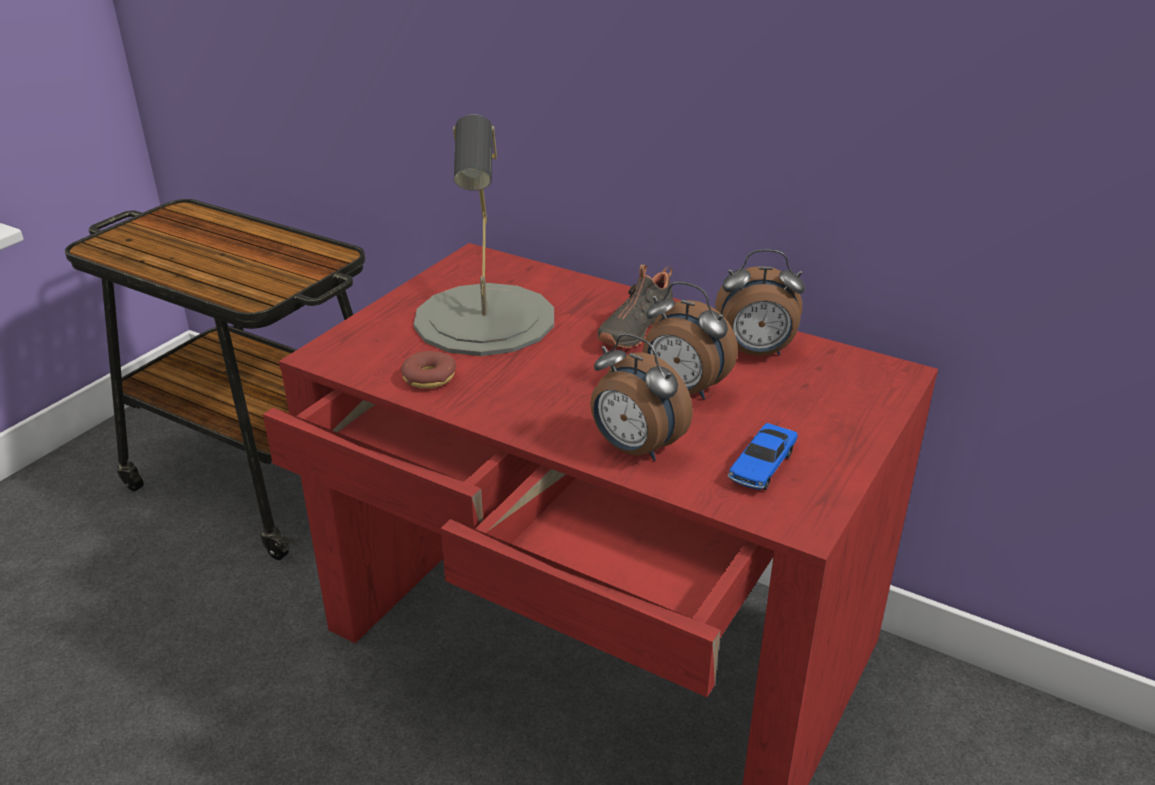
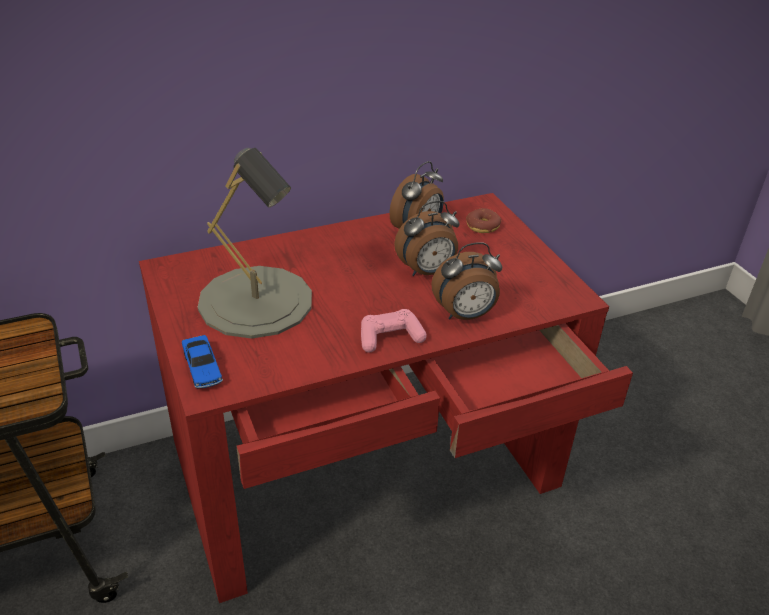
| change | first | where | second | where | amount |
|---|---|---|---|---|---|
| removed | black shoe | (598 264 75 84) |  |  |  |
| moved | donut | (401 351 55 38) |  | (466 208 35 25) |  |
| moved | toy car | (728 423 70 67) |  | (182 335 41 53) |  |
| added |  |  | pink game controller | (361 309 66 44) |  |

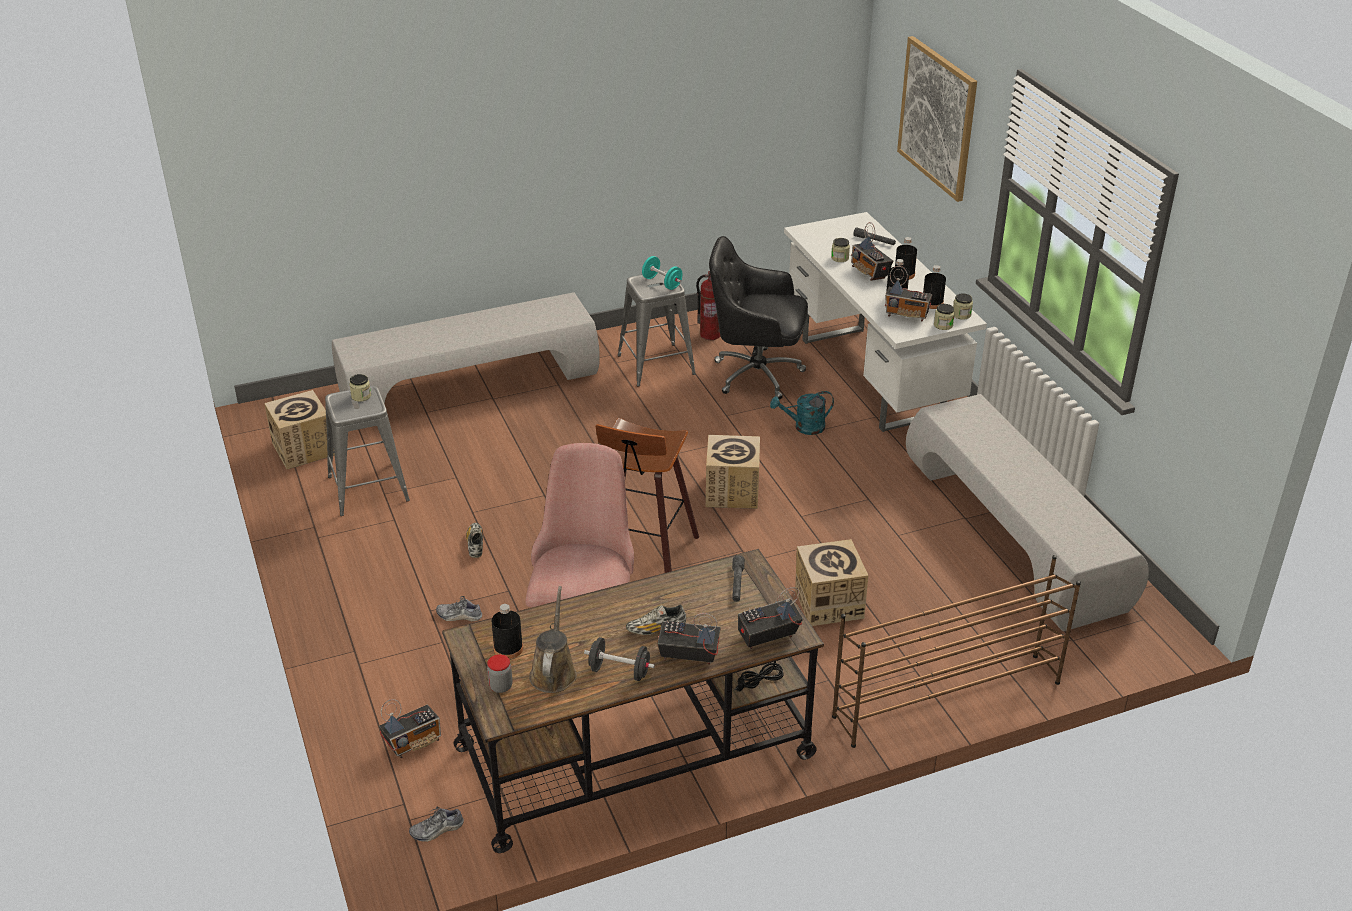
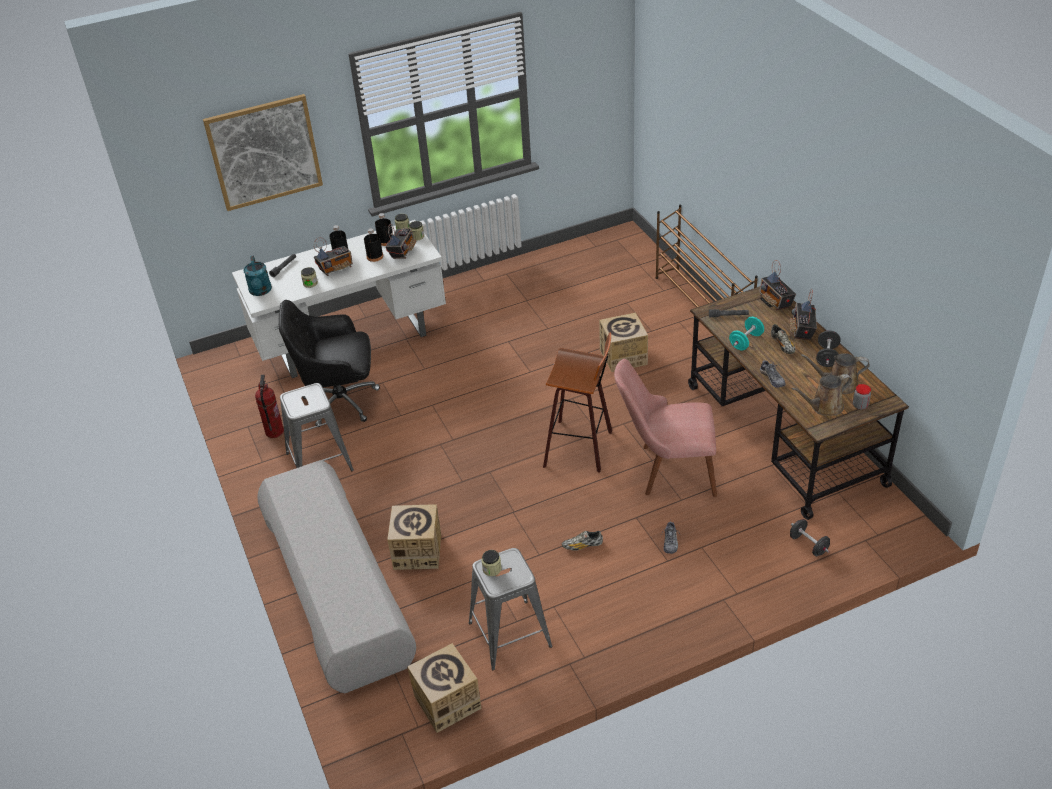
| change | first | where | second | where | amount |
|---|---|---|---|---|---|
| turned | black office chair | (709 236 99 164) |  | (279 300 101 127) | 75 degrees clockwise |
| moved | turquoise dumbbell | (642 256 40 34) |  | (729 317 35 33) |  |
| moved | turquoise watering can | (770 391 64 44) |  | (243 256 29 40) |  |
| removed | grey bench | (906 394 243 237) |  |  |  |
| moved | cardboard box | (706 435 54 74) |  | (387 504 54 66) |  |
| replaced | black bottle | (492 604 31 55) | brown watering can | (792 374 60 42) |  |
| replaced | radio | (379 699 62 59) | black dumbbell | (790 519 40 37) |  |
| moved | shoe | (409 806 55 36) |  | (760 360 26 28) |  |

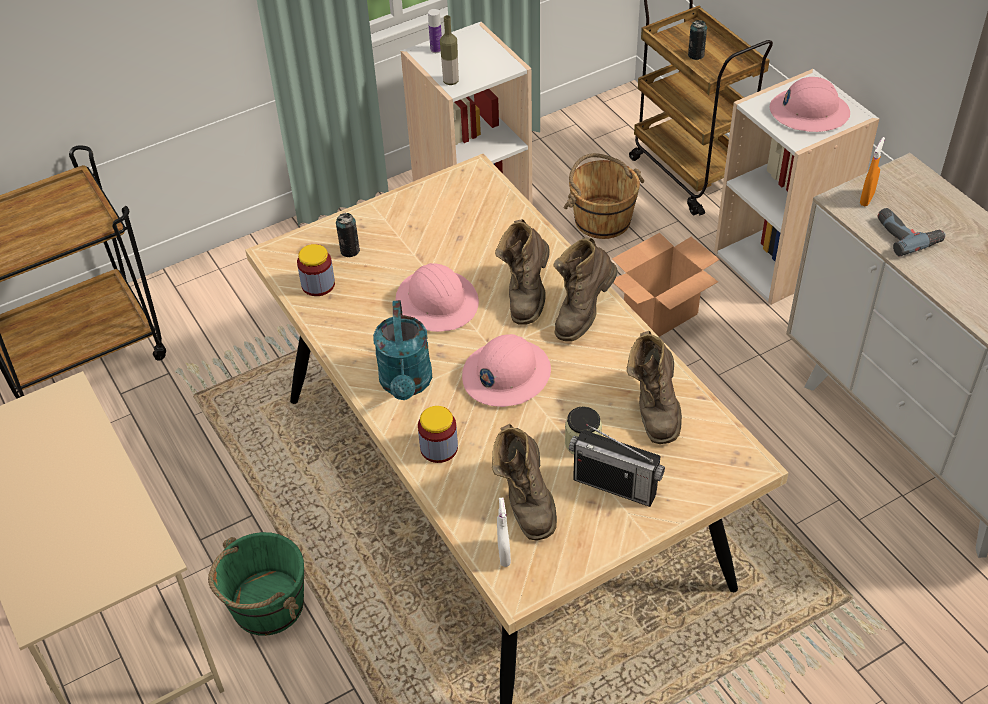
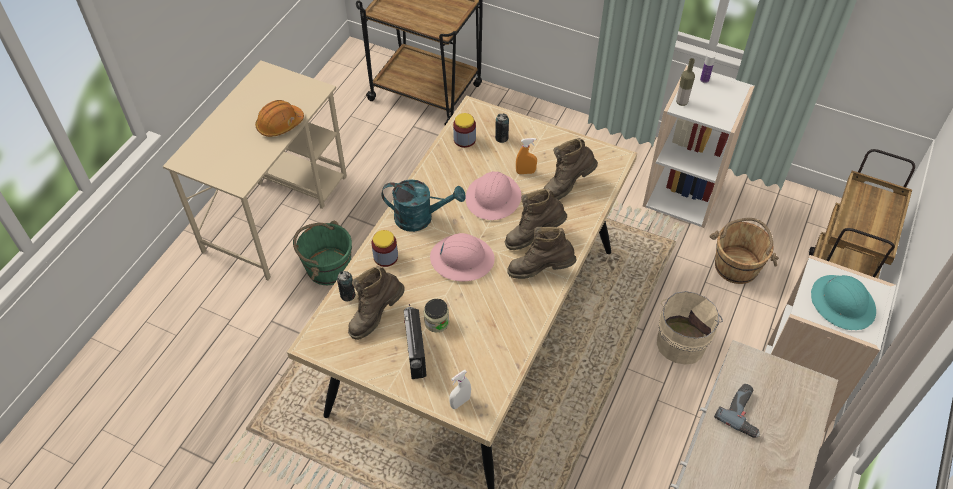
| change | first | where | second | where | amount |
|---|---|---|---|---|---|
| moved | can | (688 20 19 40) |  | (337 271 18 30) |  |
| recoloured | pink hard hat | (769 77 81 55) | turquoise hard hat | (811 275 65 55) |  |
| moved | orange spray bottle | (860 137 25 69) |  | (516 138 21 36) |  |
| replaced | cardboard box | (612 233 108 104) | beige bucket | (657 291 66 74) |  |
| turned | turquoise watering can | (373 300 59 100) |  | (382 179 84 53) | 135 degrees counterclockwise |
| moved | brown boot | (627 331 55 113) |  | (544 138 54 62) |  |
| moved | white spray bottle | (497 498 14 69) |  | (449 370 22 39) |  |
| added |  |  | orange hard hat | (255 100 49 37) |  |

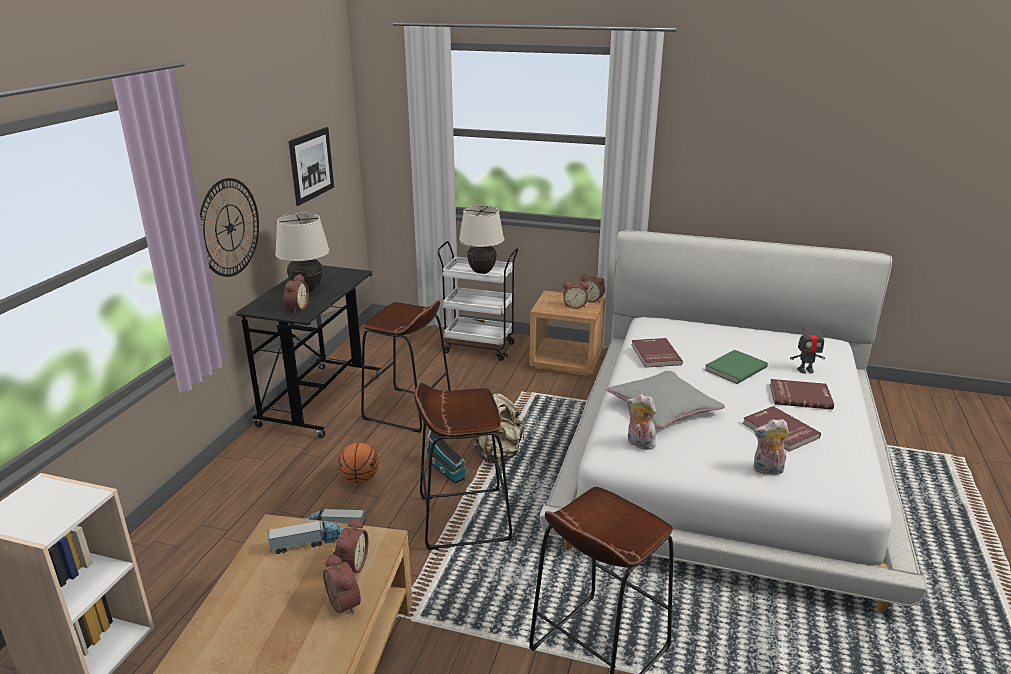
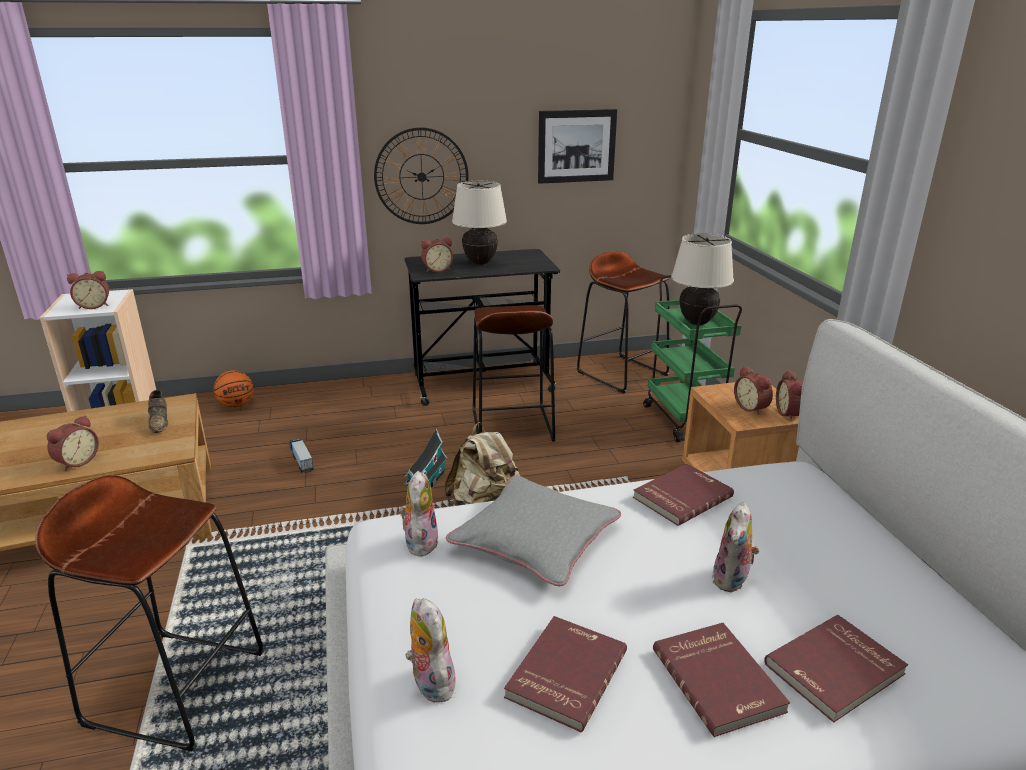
| change | first | where | second | where | amount |
|---|---|---|---|---|---|
| recoloured | white cart | (438 241 80 120) | green cart | (643 275 99 167) |  |
| replaced | toy robot | (790 328 36 46) | red book | (764 615 144 108) |  |
| replaced | green book | (705 350 63 34) | plush toy | (712 502 48 90) |  |
| moved | brown stool | (414 383 98 167) |  | (577 251 92 142) |  |
| moved | basketball | (338 443 41 40) |  | (214 370 40 38) |  |
| moved | alarm clock | (333 517 35 56) |  | (67 271 42 38) |  |
| replaced | toy truck | (268 519 76 35) | brown shoe | (148 390 20 43) |  |

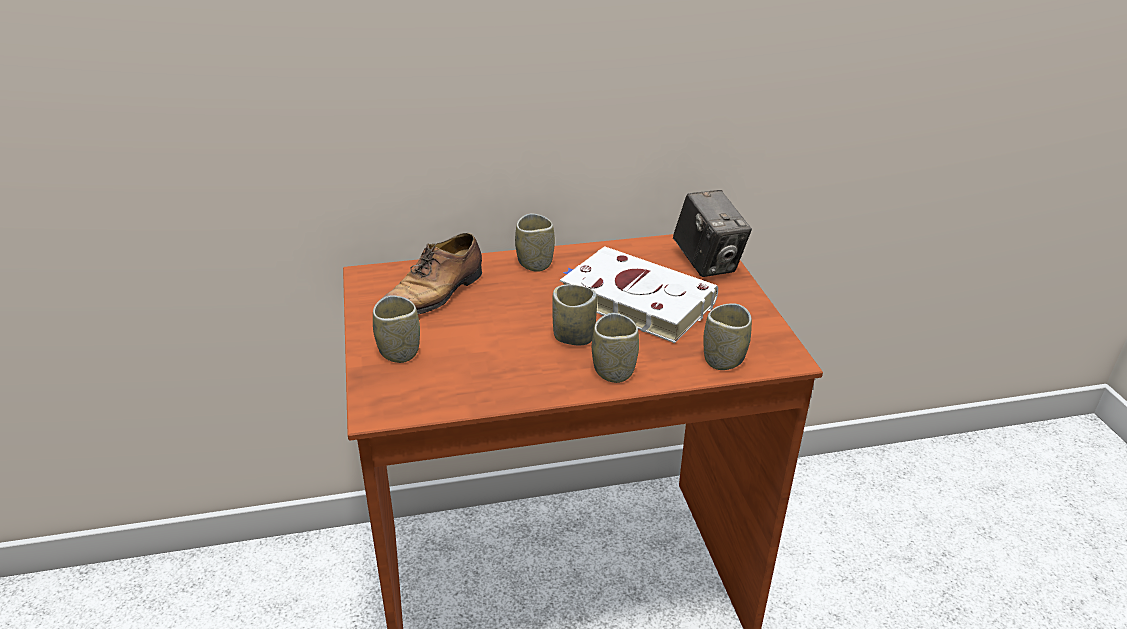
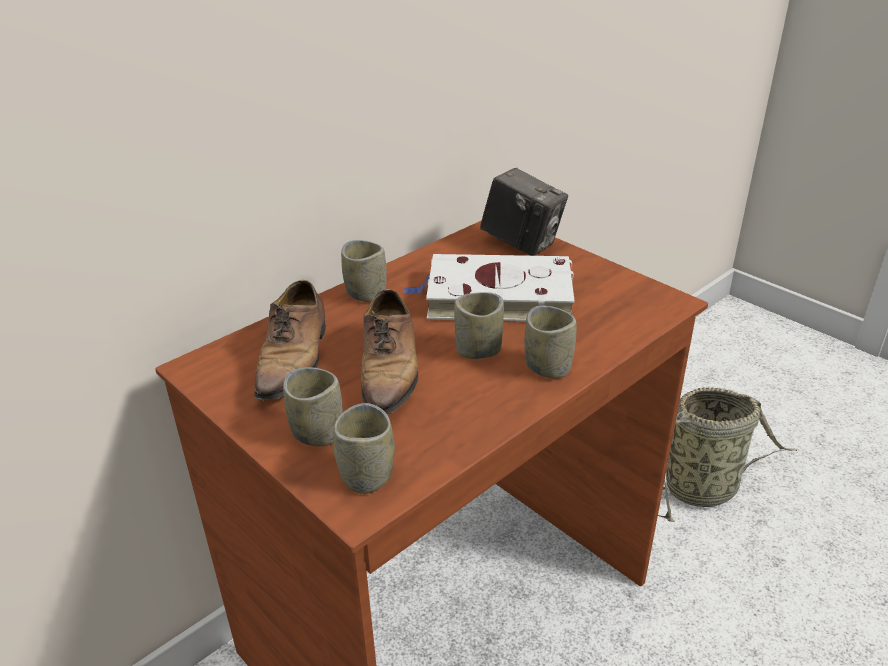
| change | first | where | second | where | amount |
|---|---|---|---|---|---|
| moved | cup | (704 303 48 67) |  | (333 403 62 91) |  |
| added |  |  | shoe | (361 289 57 125) |  |
| added |  |  | basket | (658 387 139 135) |  |

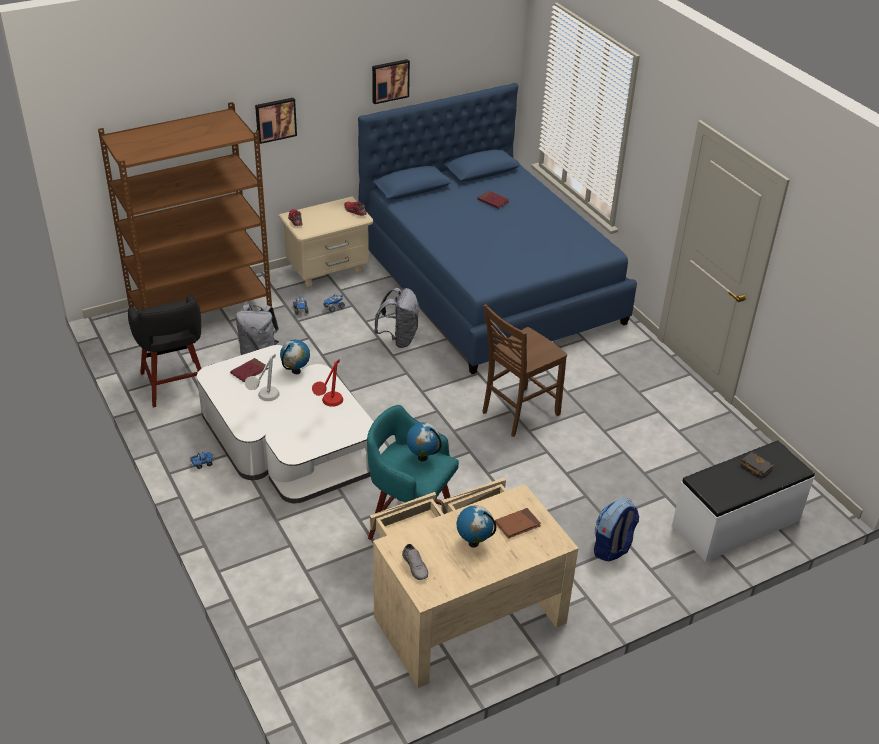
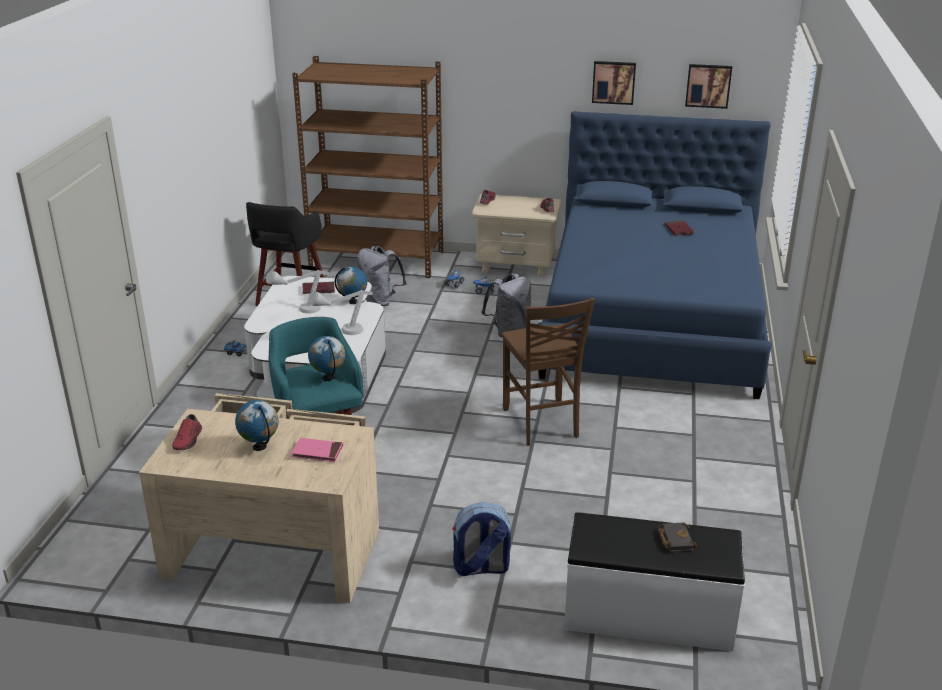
| change | first | where | second | where | amount |
|---|---|---|---|---|---|
| moved | picture | (255 98 42 46) |  | (685 64 47 45) |  |
| turned | brown chair | (482 304 85 133) |  | (502 298 93 148) | 105 degrees counterclockwise |
| recoloured | red table lamp | (312 359 31 48) | grey table lamp | (308 290 65 45) |  |
| recoloured | brown book | (495 508 46 31) | pink book | (291 438 52 24) |  |
| recoloured | grey shoe | (402 544 26 36) | red shoe | (172 414 30 36) |  |

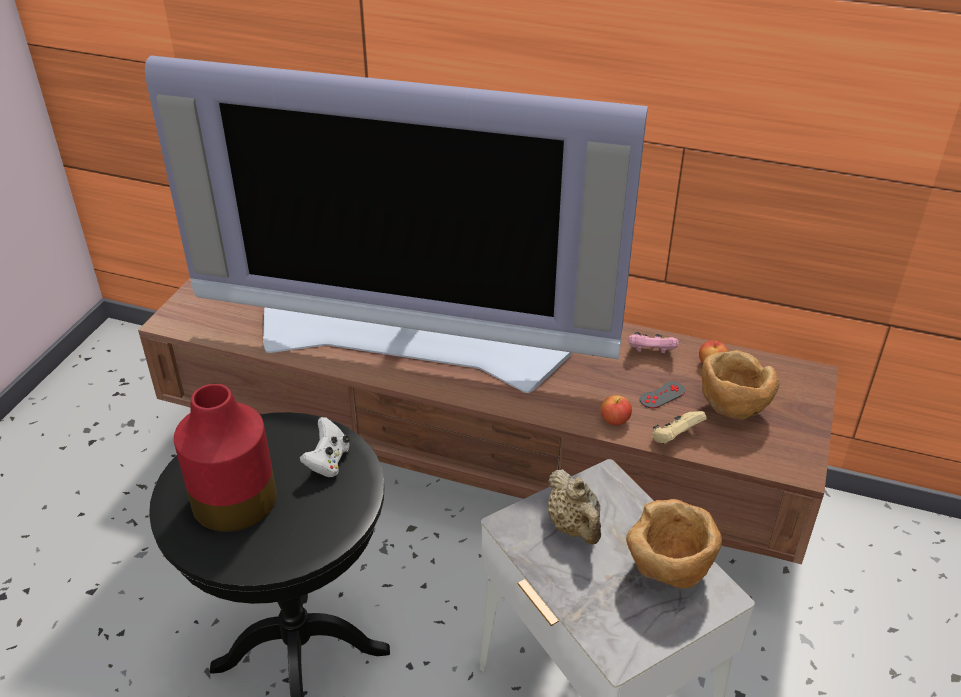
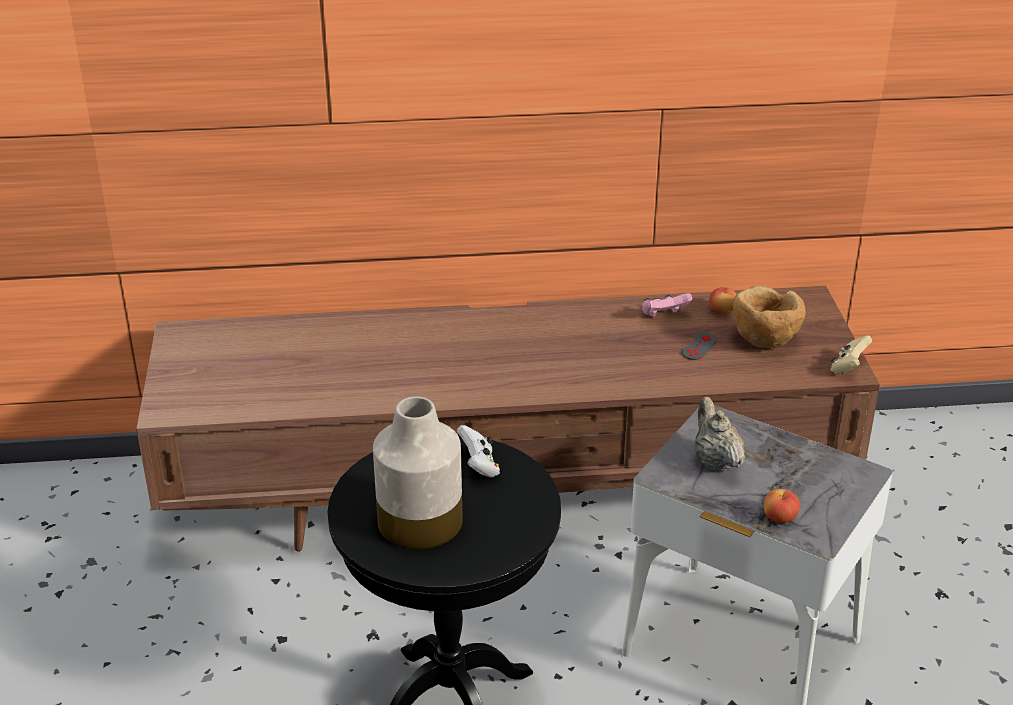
| change | first | where | second | where | amount |
|---|---|---|---|---|---|
| removed | television | (145 56 503 337) |  |  |  |
| recoloured | red vase | (174 384 103 148) | beige vase | (373 396 90 153) |  |
| moved | apple | (601 395 31 30) |  | (763 489 37 35) |  |
| moved | beige game controller | (652 411 54 33) |  | (830 335 42 40) |  |
| turned | beige teapot | (548 469 53 76) |  | (694 396 51 76) | 150 degrees counterclockwise |
| removed | brown bowl | (626 499 96 89) |  |  |  |

